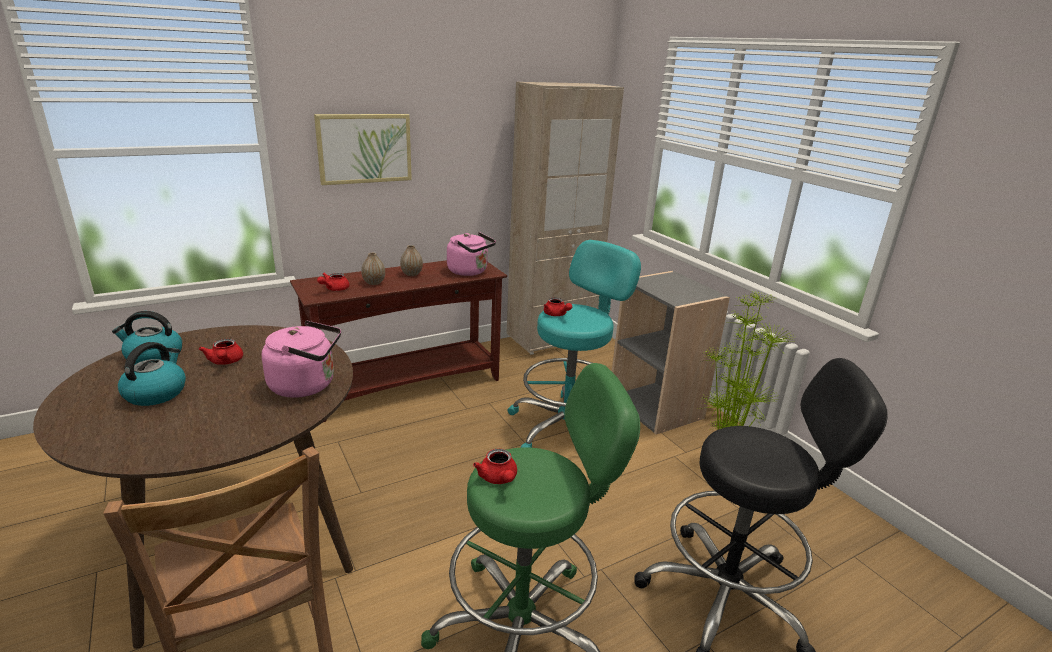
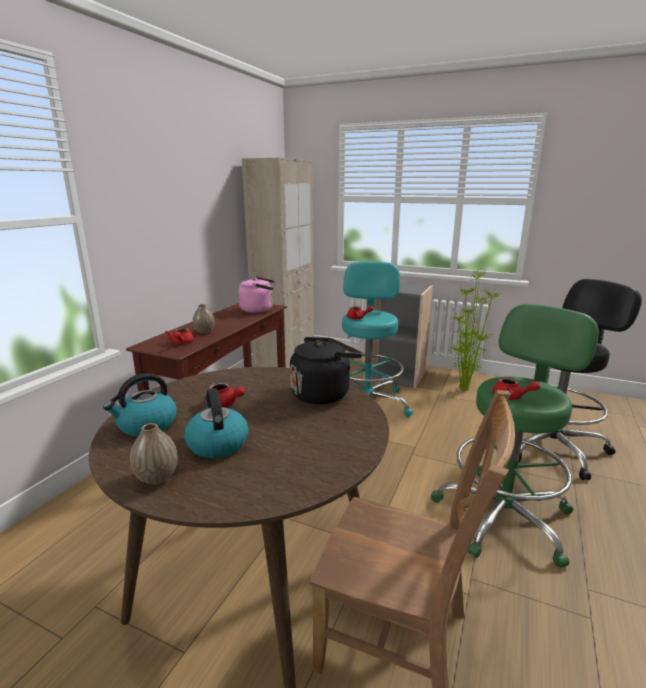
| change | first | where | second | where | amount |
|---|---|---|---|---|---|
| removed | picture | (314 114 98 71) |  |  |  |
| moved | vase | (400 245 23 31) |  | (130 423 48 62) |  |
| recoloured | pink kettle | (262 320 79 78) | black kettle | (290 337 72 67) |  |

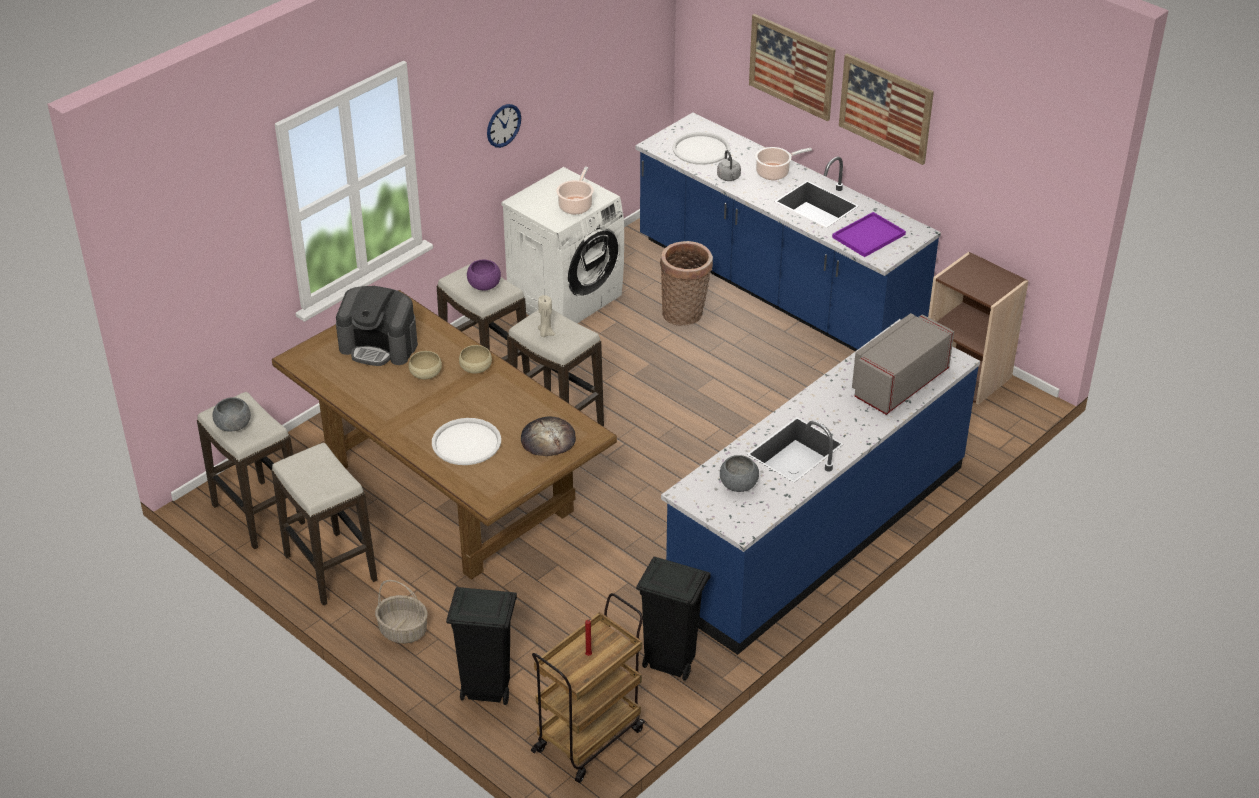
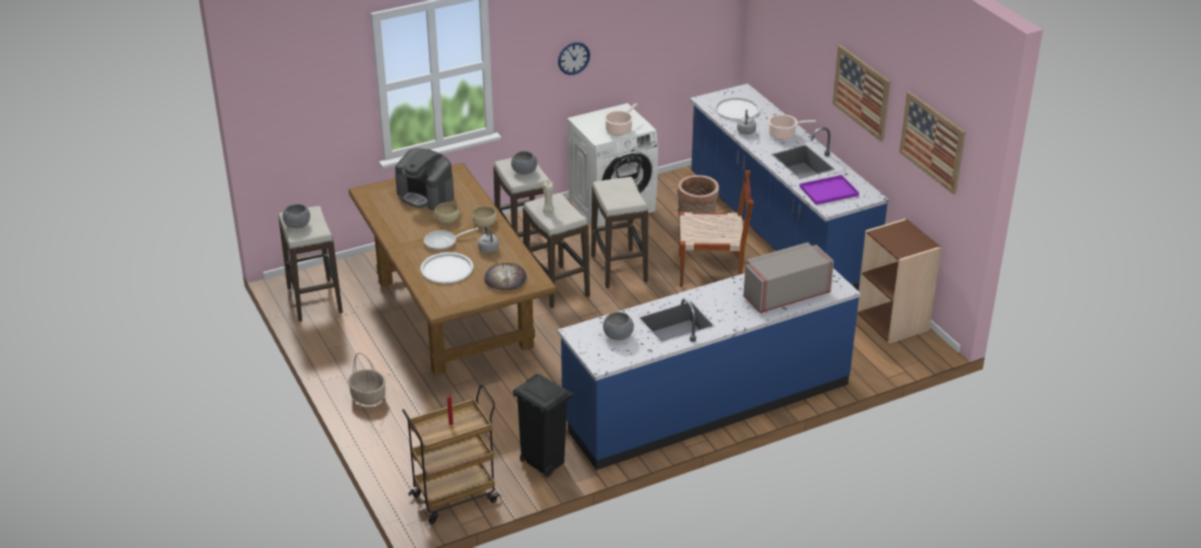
| change | first | where | second | where | amount |
|---|---|---|---|---|---|
| moved | picture | (749 14 87 107) |  | (899 91 66 103) |  |
| recoloured | purple bowl | (467 260 34 31) | grey bowl | (511 151 26 23) |  |
| moved | stool | (271 443 106 163) |  | (591 177 57 111) |  |
| removed | black trash can | (446 587 71 118) |  |  |  |
| added |  |  | chair | (679 170 75 117) |  |
| added |  |  | grey kettle | (478 226 21 27) |  |
| added |  |  | frying pan | (424 228 54 22) |  |

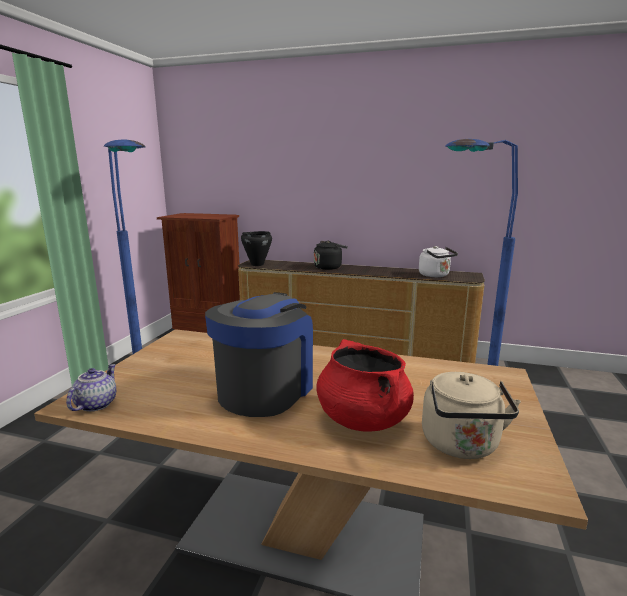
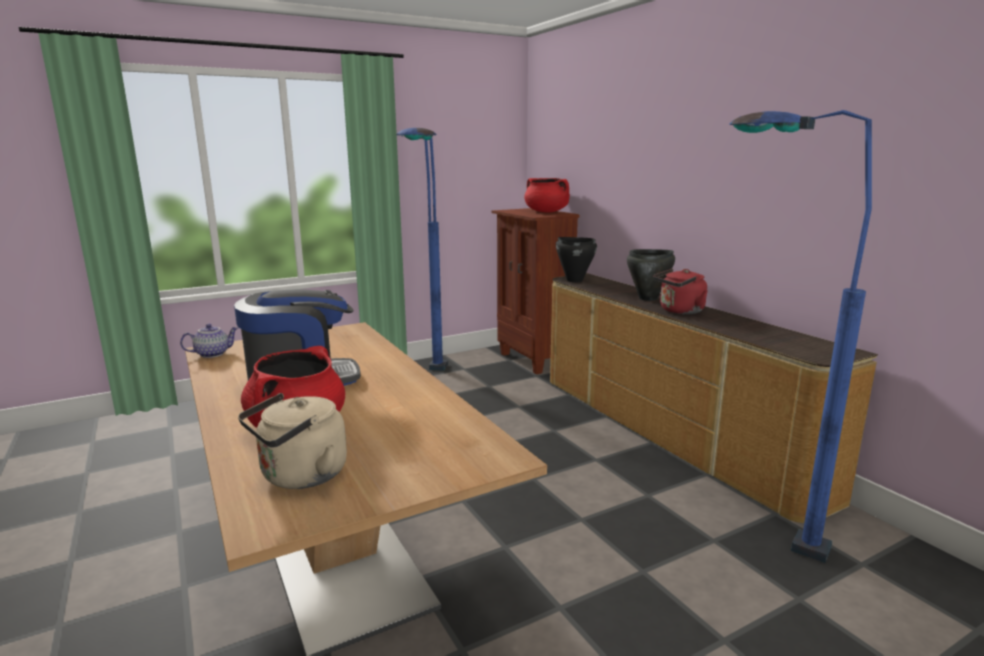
| change | first | where | second | where | amount |
|---|---|---|---|---|---|
| replaced | black kettle | (314 241 34 29) | black cooking pot | (627 249 48 52) |  |
| removed | white kettle | (419 246 39 31) |  |  |  |
| added |  |  | red cooking pot | (524 178 46 34) |  |
| added |  |  | red kettle | (653 268 55 46) |  |

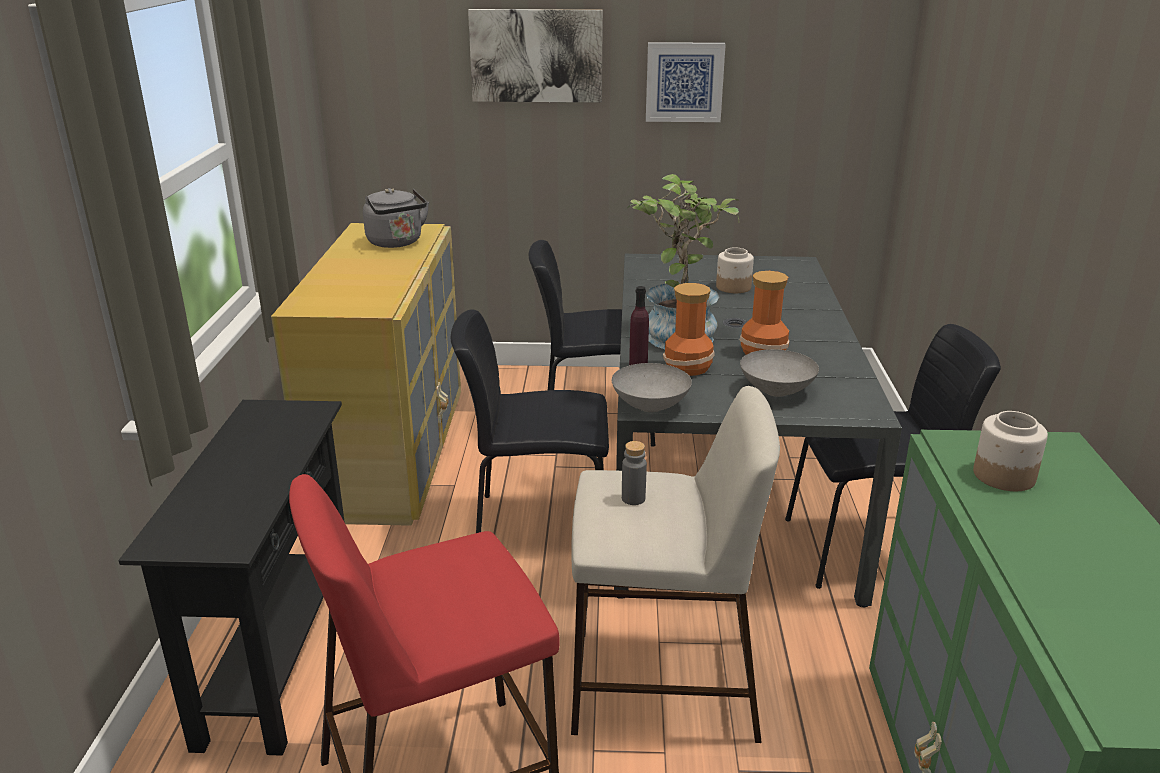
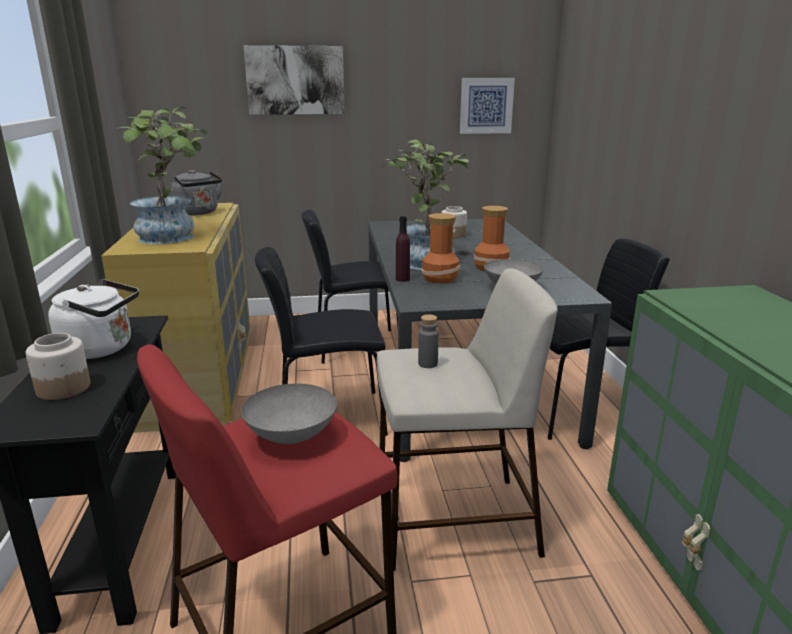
| change | first | where | second | where | amount |
|---|---|---|---|---|---|
| moved | picture | (646 42 80 80) |  | (460 78 55 56) |  |
| moved | grey bowl | (612 363 80 49) |  | (241 383 96 61) |  |
| moved | jar | (973 411 75 80) |  | (26 333 65 67) |  |
| added |  |  | potted plant | (120 106 87 138) |  |
| added |  |  | white kettle | (48 280 91 79) |  |

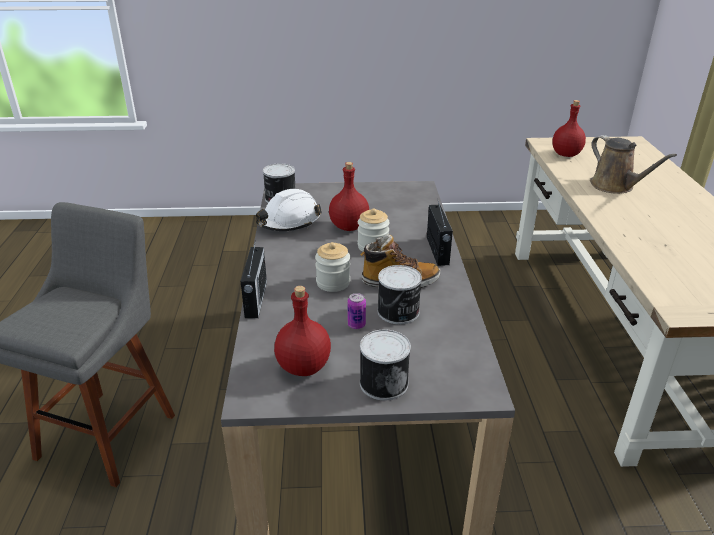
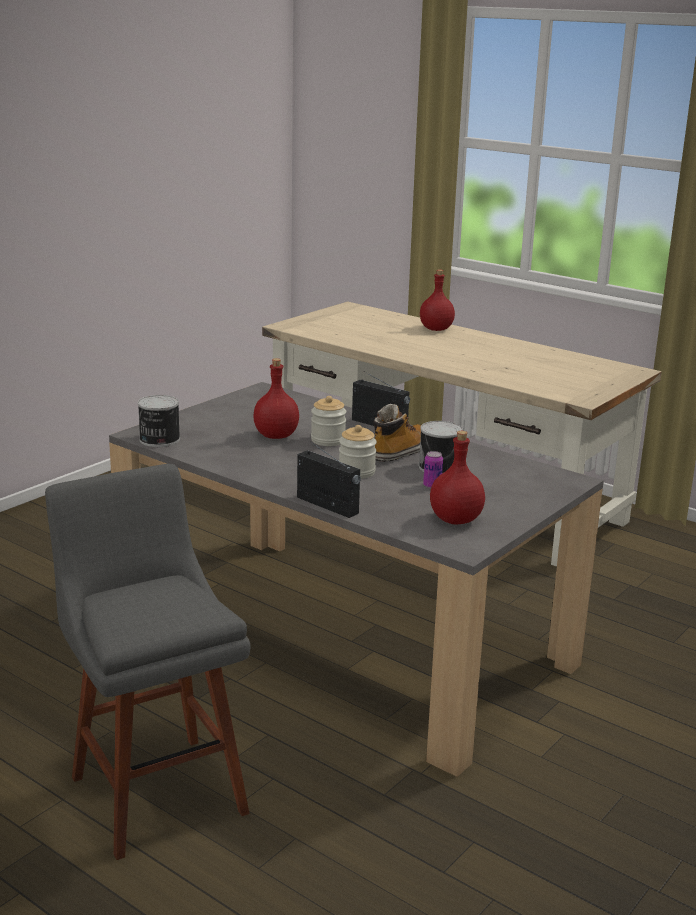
| change | first | where | second | where | amount |
|---|---|---|---|---|---|
| moved | red bottle | (552 100 34 57) |  | (420 269 35 62) |  |
| removed | brown watering can | (590 135 87 59) |  |  |  |
| removed | white hard hat | (256 189 66 42) |  |  |  |
| removed | can | (360 329 51 71) |  |  |  |

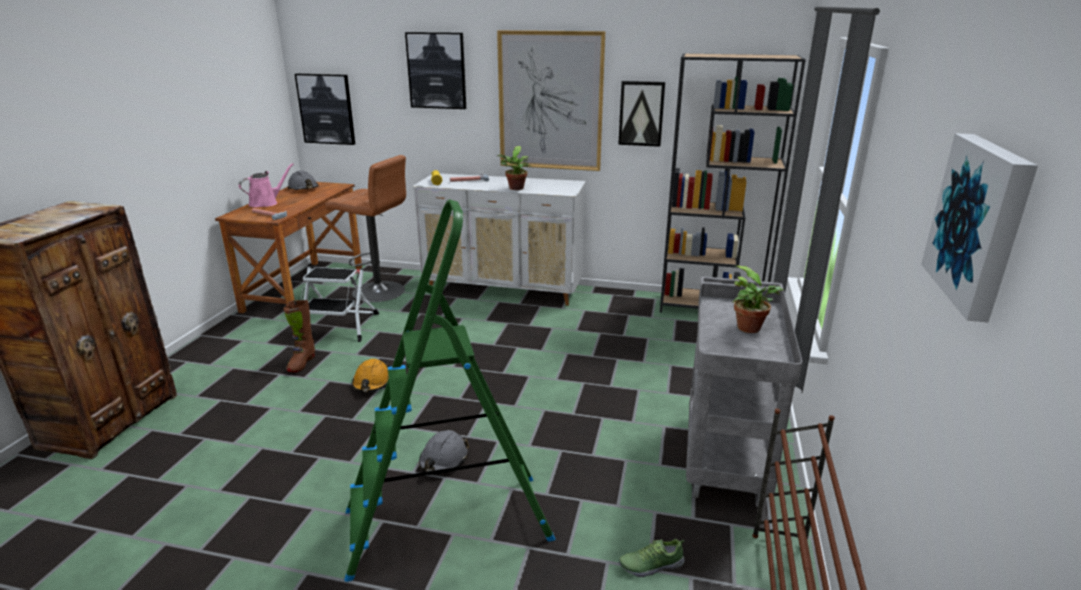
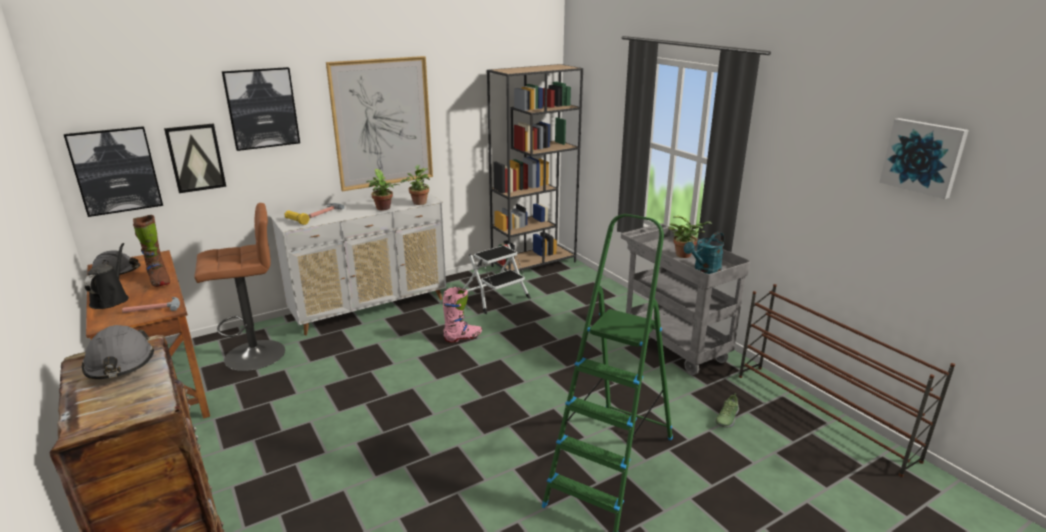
| change | first | where | second | where | amount |
|---|---|---|---|---|---|
| moved | picture | (618 81 47 66) |  | (164 124 62 69) |  |
| recoloured | pink watering can | (238 163 56 44) | black watering can | (84 243 45 66) |  |
| moved | step ladder | (301 266 78 76) |  | (463 243 68 71) |  |
| moved | brown boot | (283 300 32 72) |  | (133 215 37 72) |  |
| removed | orange hard hat | (352 359 38 33) |  |  |  |
| moved | grey hard hat | (419 430 50 44) |  | (82 325 72 54) |  |
| added |  |  | potted plant | (400 165 30 40) |  |
| added |  |  | turquoise watering can | (684 232 40 42) |  |
| added |  |  | pink boot | (443 287 39 56) |  |

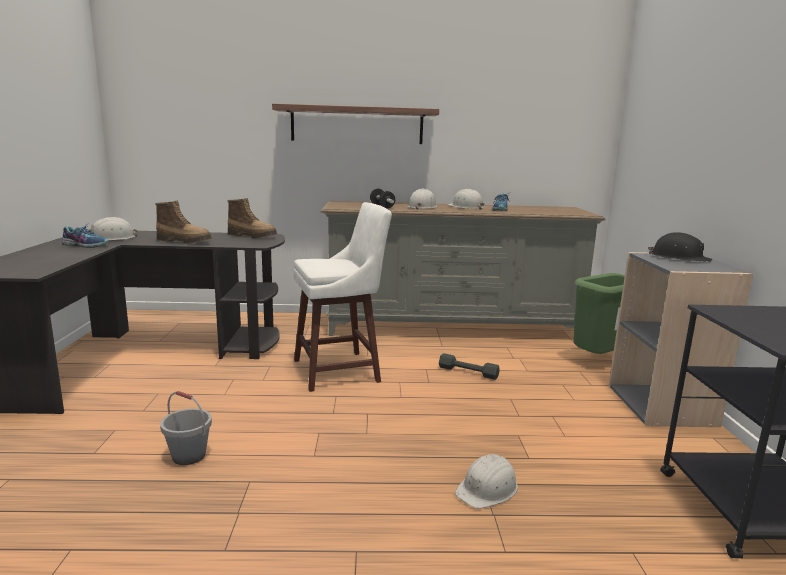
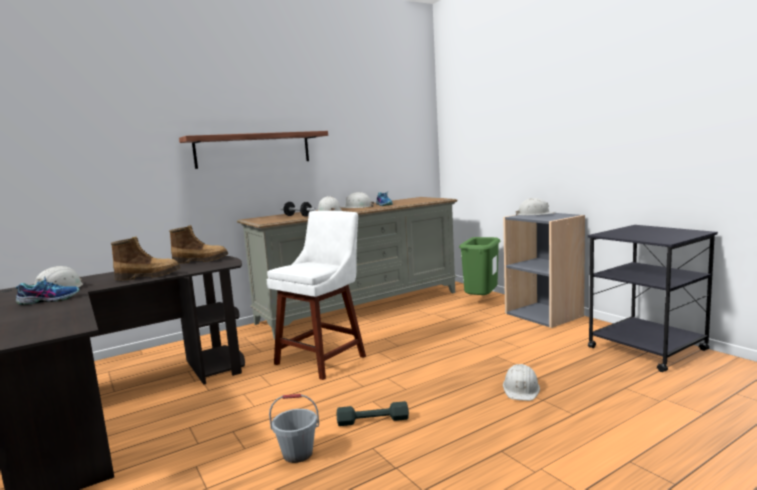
| change | first | where | second | where | amount |
|---|---|---|---|---|---|
| recoloured | black hard hat | (648 232 64 30) | white hard hat | (516 198 39 18) |  |
| moved | grey dumbbell | (439 353 61 27) |  | (337 401 72 25) |  |

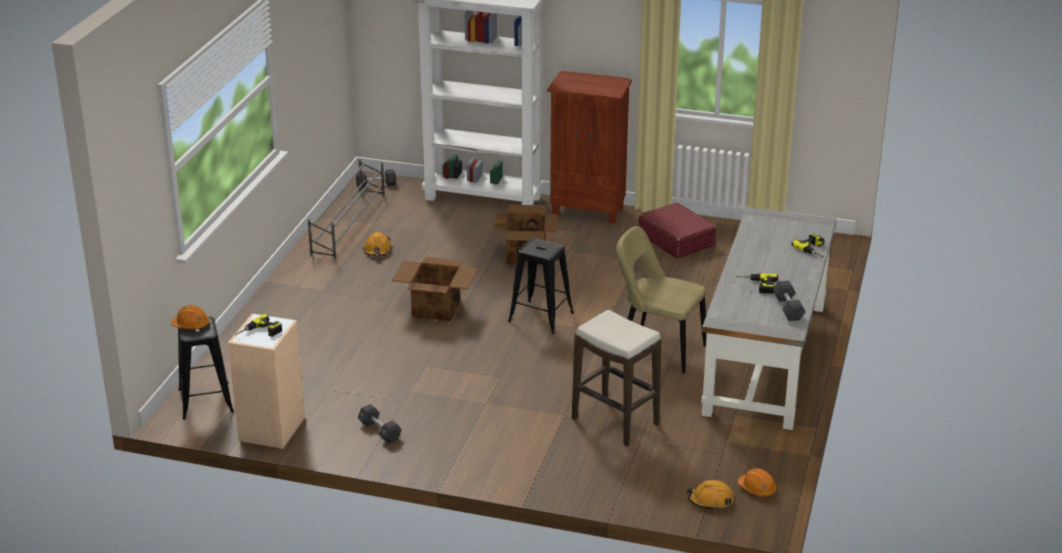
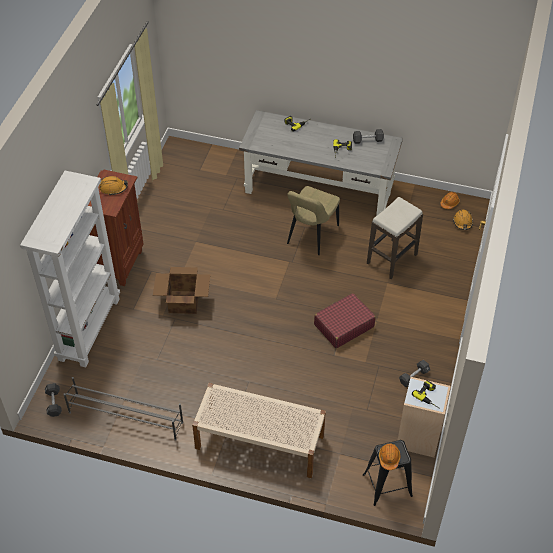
| change | first | where | second | where | amount |
|---|---|---|---|---|---|
| moved | red suitcase | (639 202 78 56) |  | (314 293 62 55) |  |
| moved | orange hard hat | (363 232 29 24) |  | (99 176 29 19) |  |
| removed | black stool | (508 238 66 96) |  |  |  |
| removed | cardboard box | (392 257 86 64) |  |  |  |
| added |  |  | beige bench | (192 383 134 95) |  |

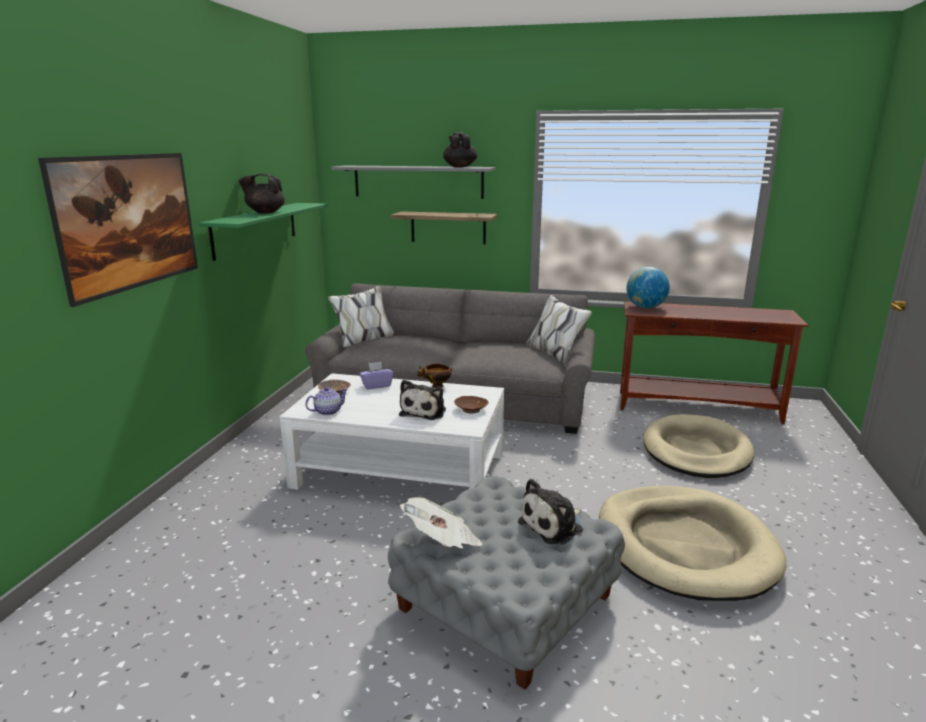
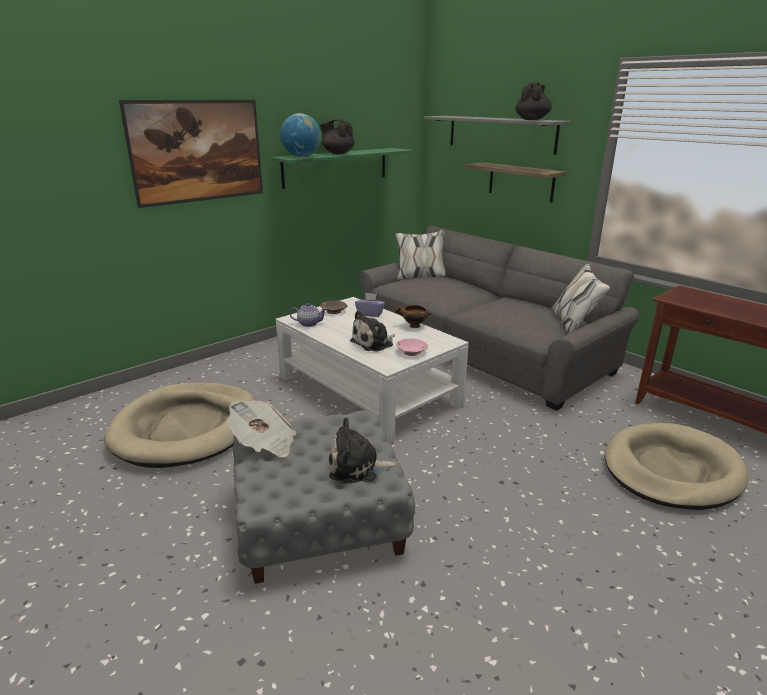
| change | first | where | second | where | amount |
|---|---|---|---|---|---|
| moved | globe | (627 267 43 41) |  | (280 113 41 44) |  |
| recoloured | brown bowl | (454 396 34 18) | pink bowl | (396 338 32 18) |  |
| moved | beige dog bed | (599 486 187 115) |  | (104 383 151 85) |  |

